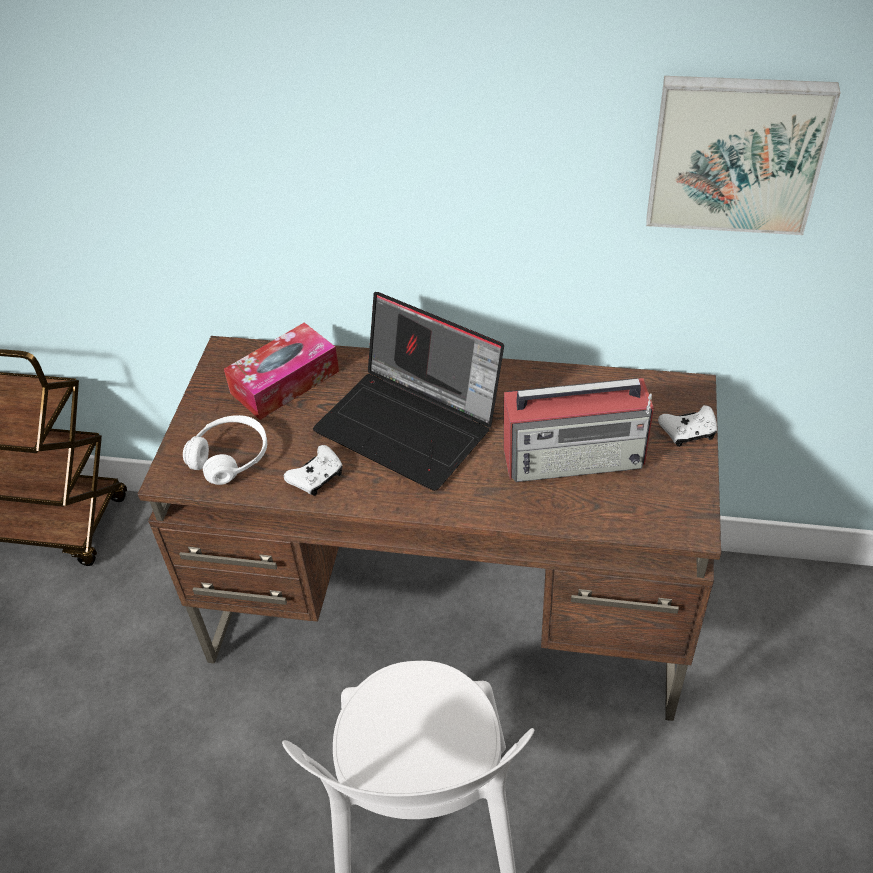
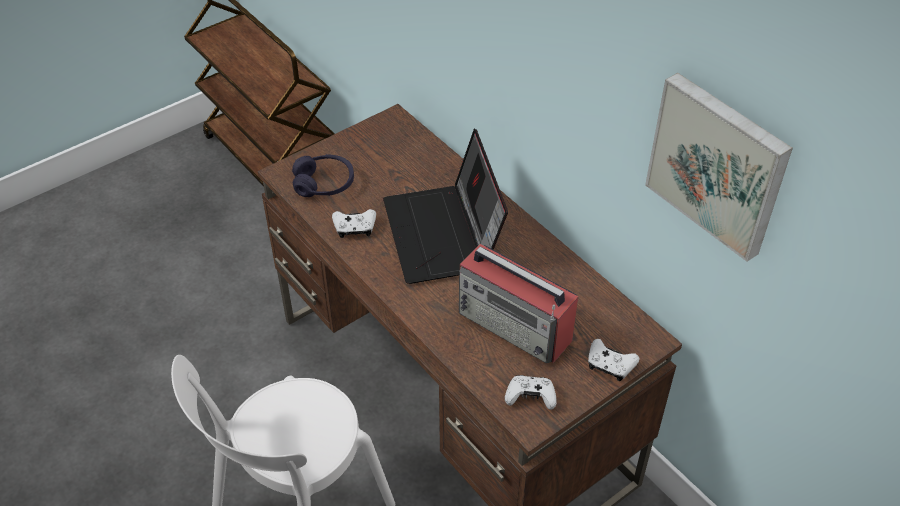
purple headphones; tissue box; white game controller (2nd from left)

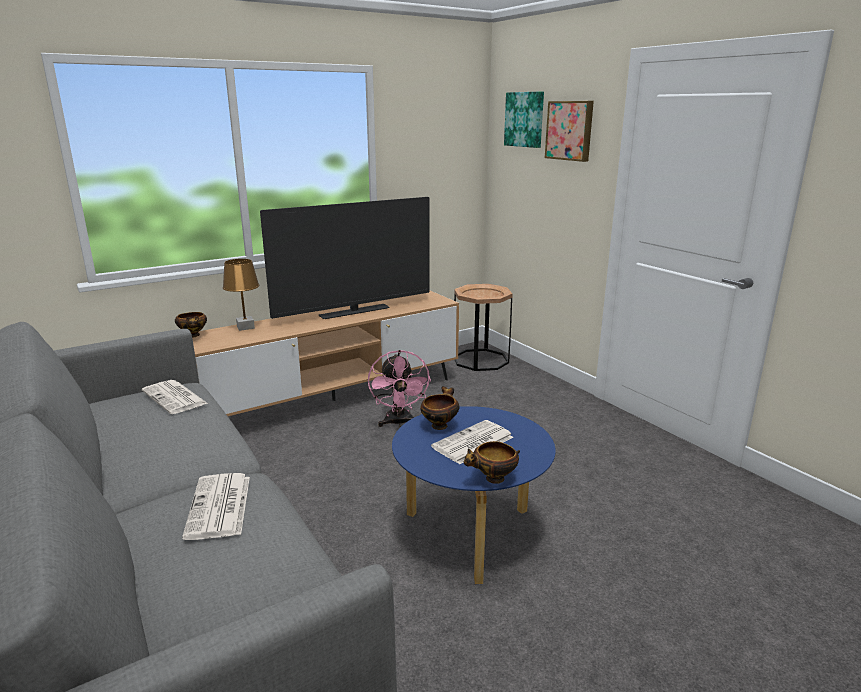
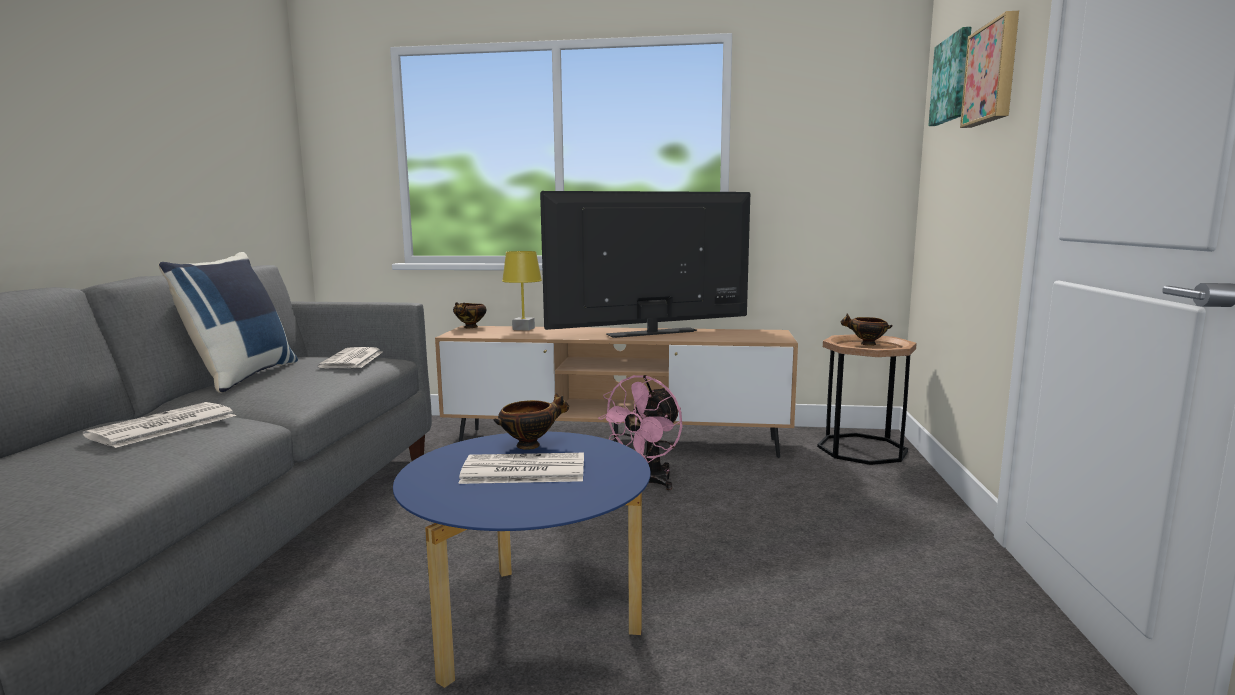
yellow table lamp; television; bowl (3rd from left); blue pillow

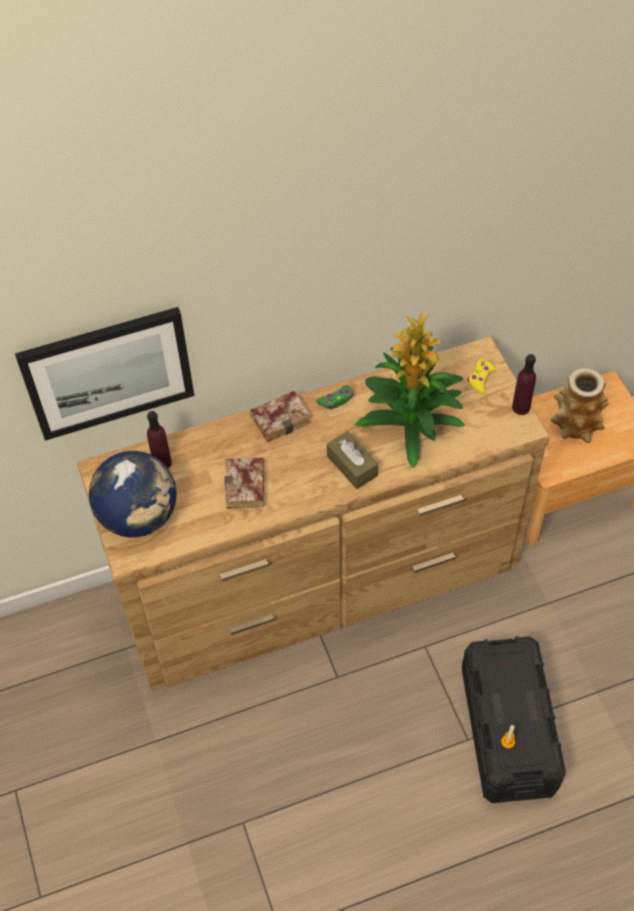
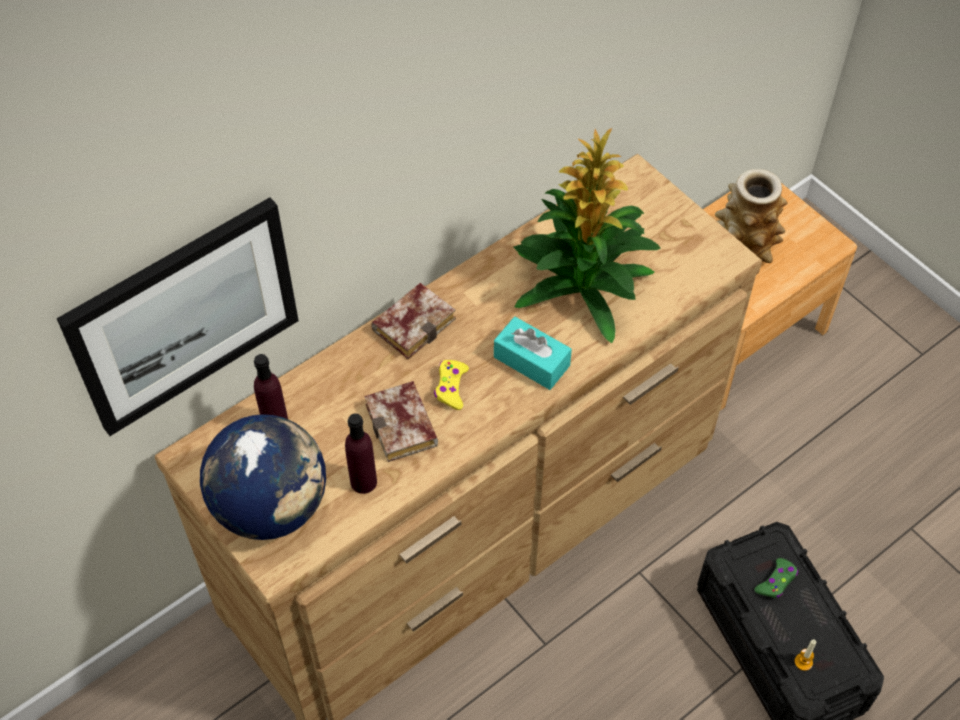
green game controller; turquoise tissue box; yellow game controller; purple bottle (2nd from left)

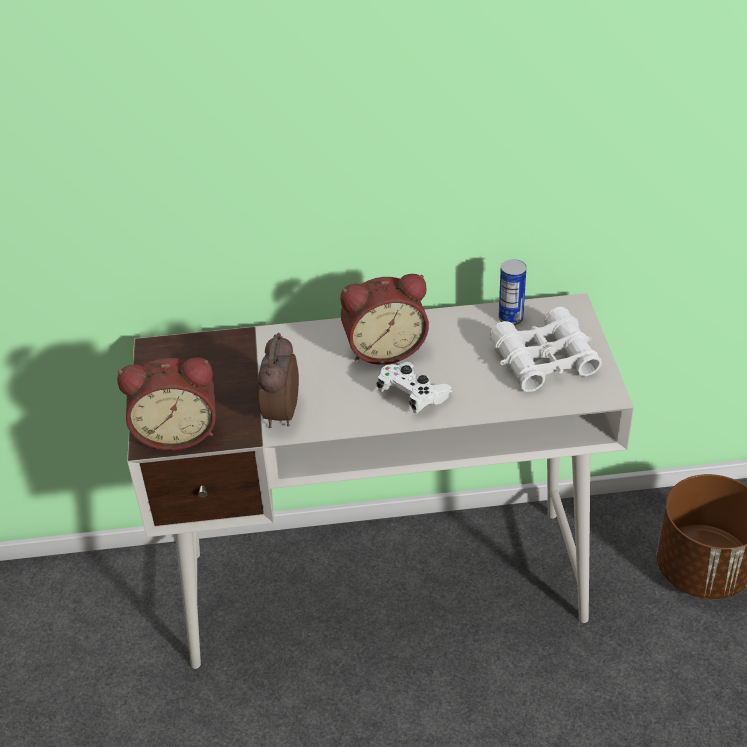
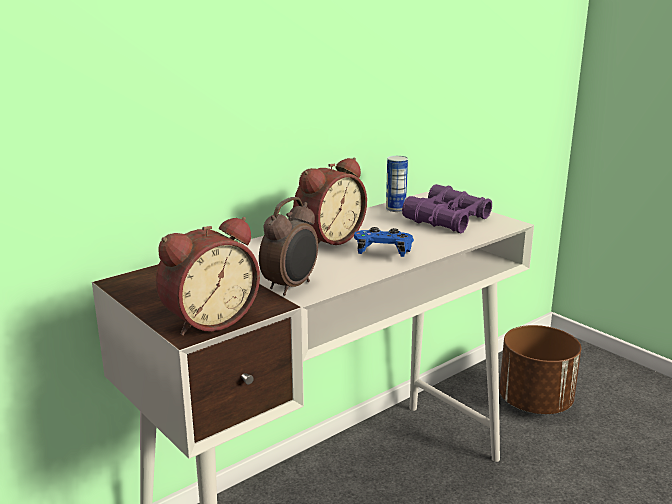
alarm clock (2nd from left); blue game controller; purple binoculars

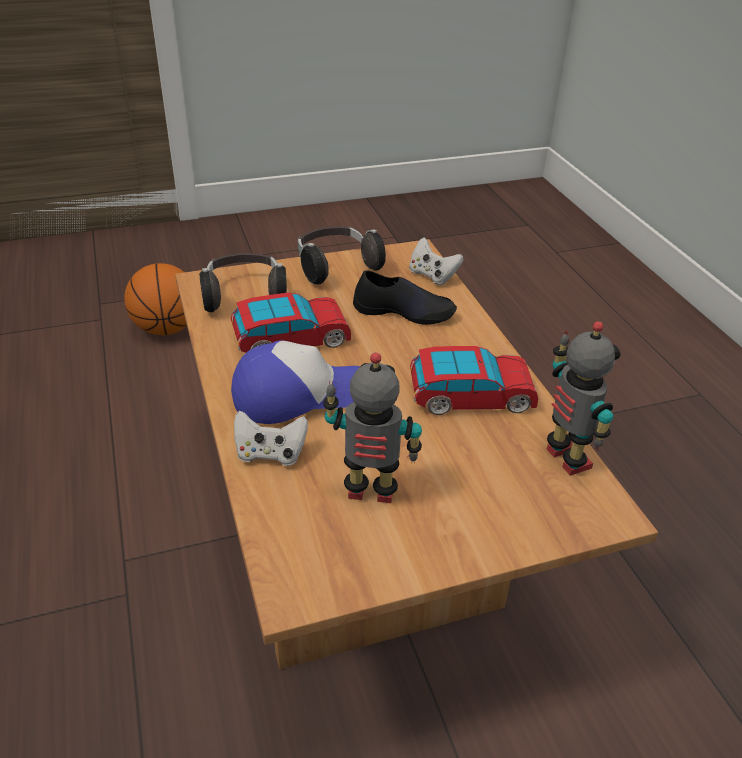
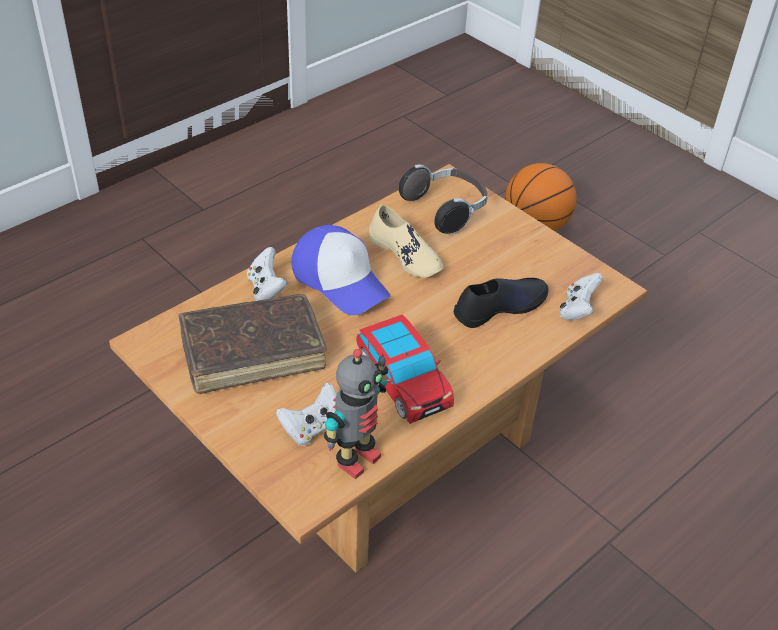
beige shoe; headphones (2nd from left in the first image); brown book; black shoe; white game controller (2nd from left)

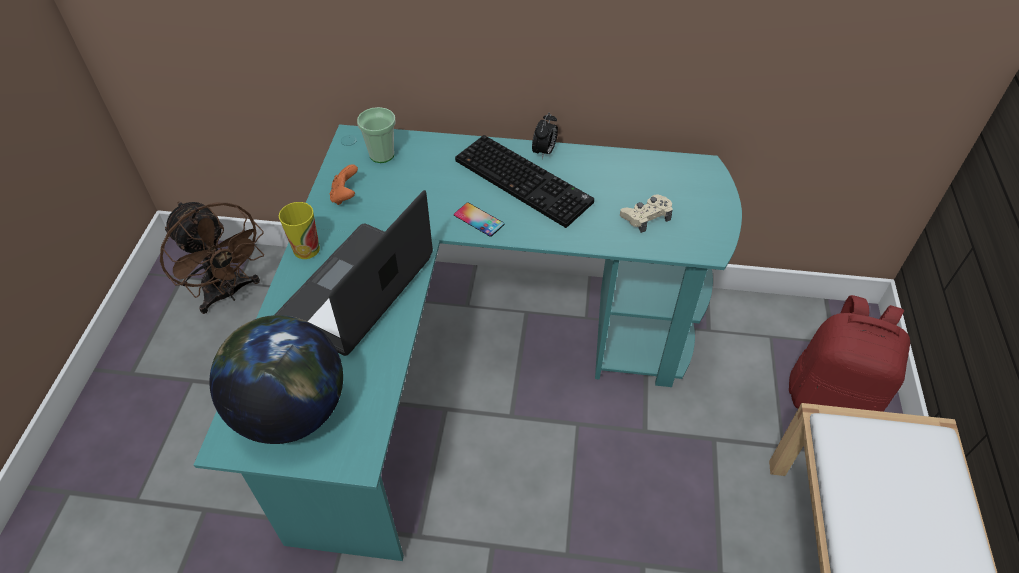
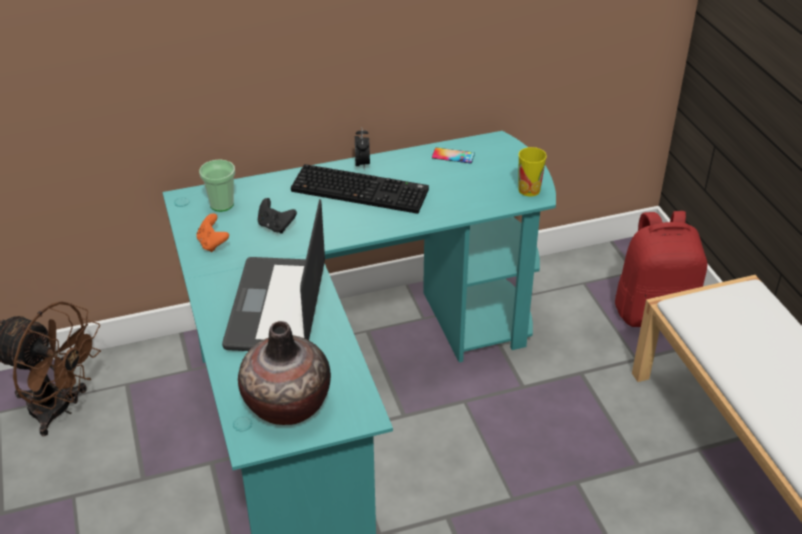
vase; cup (2nd from left); phone; beige game controller; black game controller

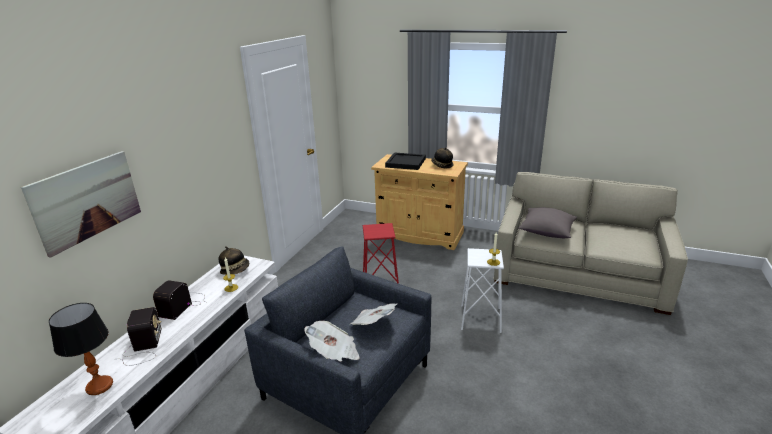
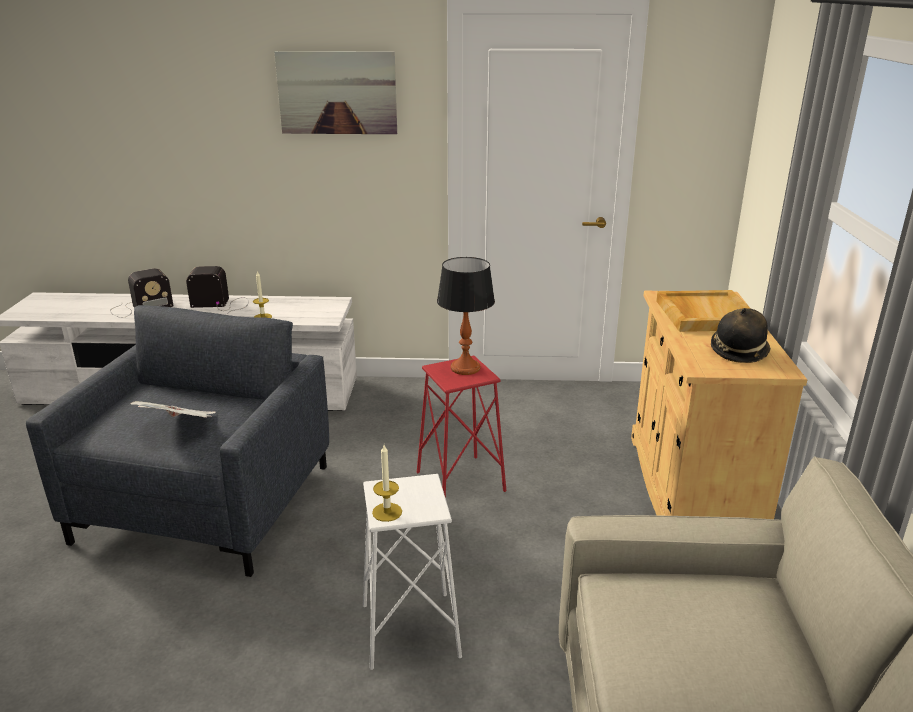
picture; table lamp; hat (1st from left in the first image); newspaper (1st from left in the first image); beige tray; grey pillow

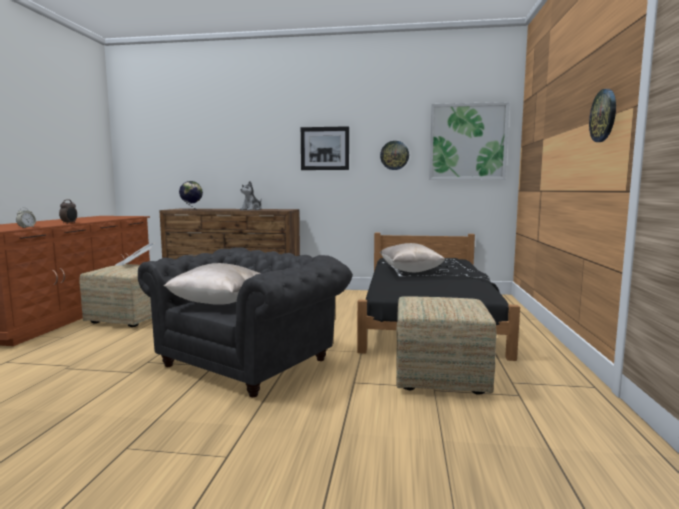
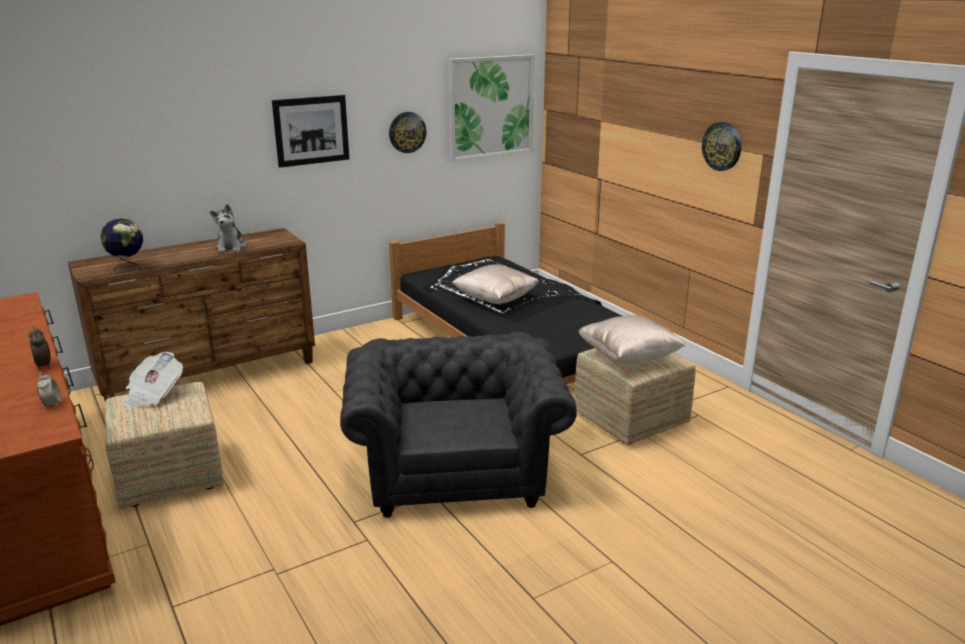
beige pillow (2nd from left)

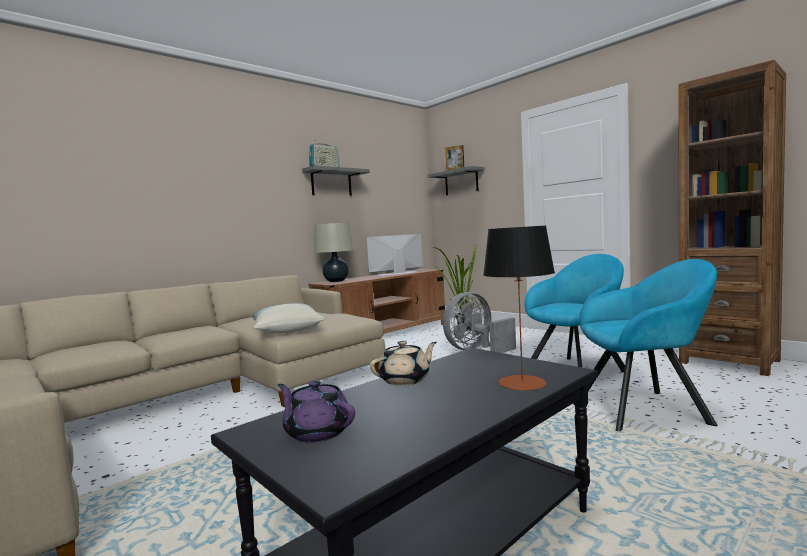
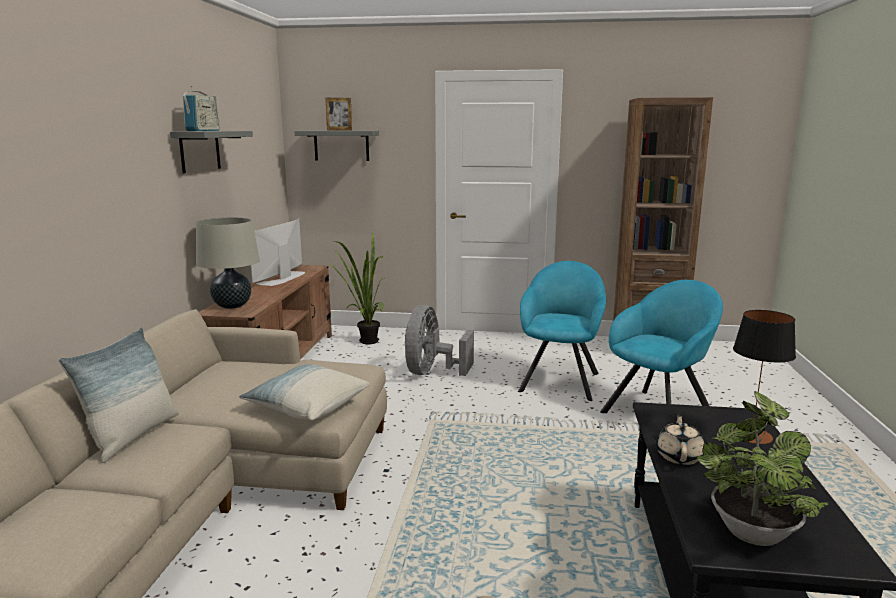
potted plant (2nd from left); pillow (1st from left)

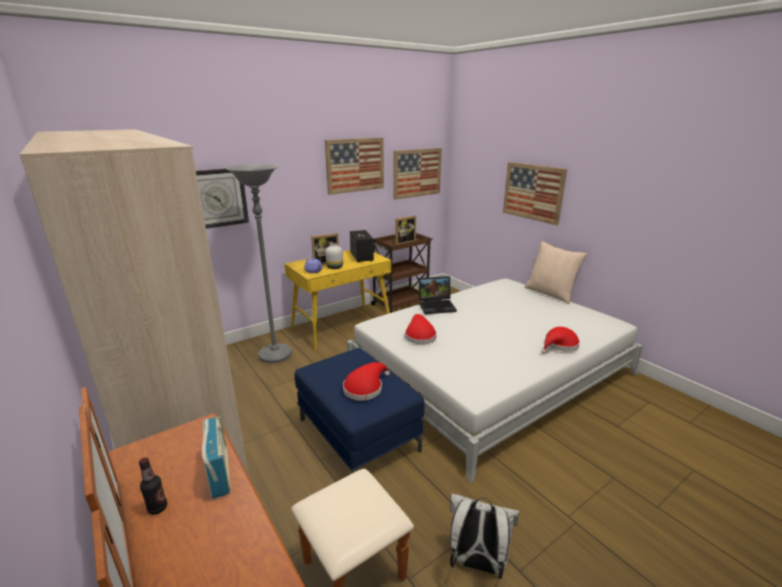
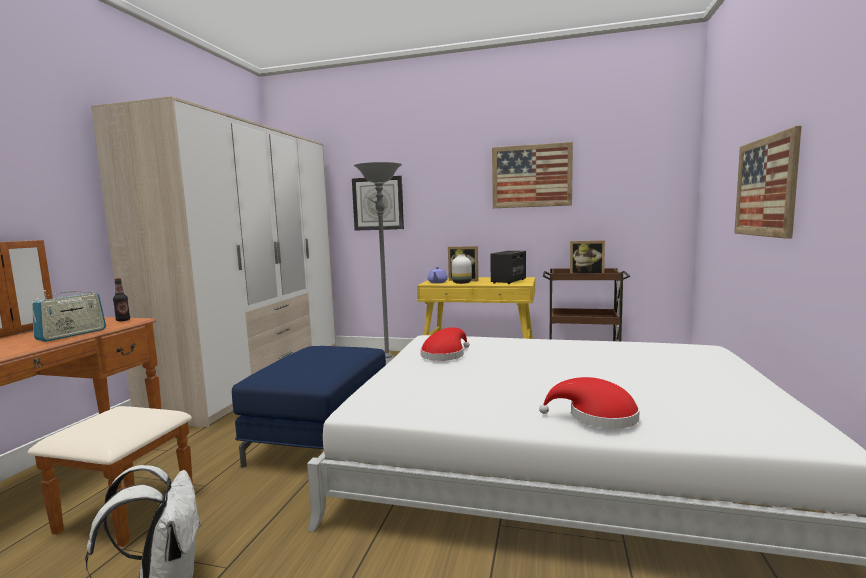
bottle; red hat (1st from left in the first image); picture (2nd from left in the first image); laptop; beige pillow

